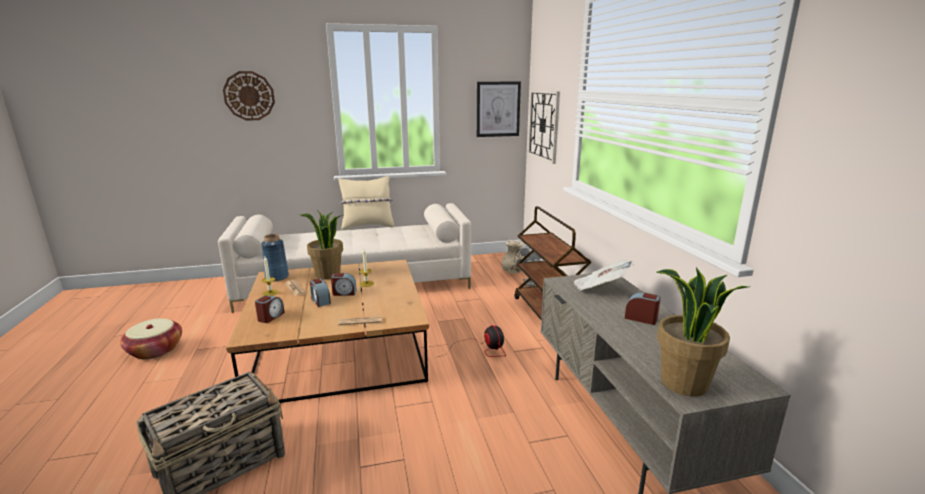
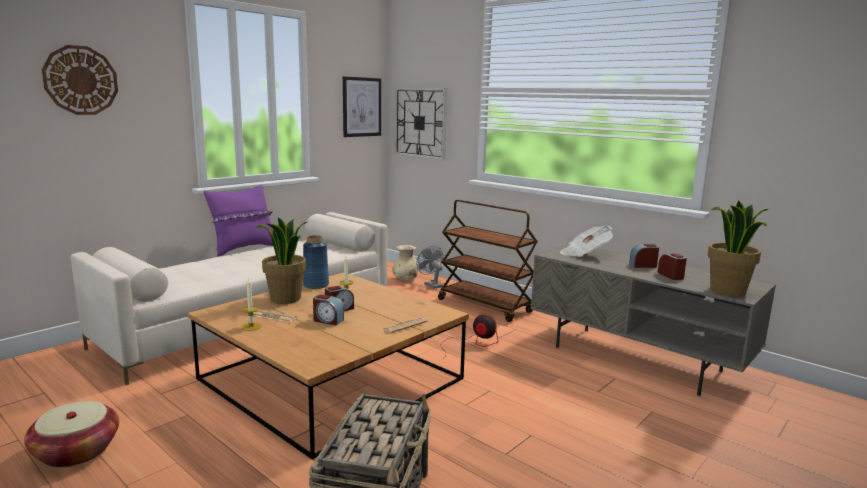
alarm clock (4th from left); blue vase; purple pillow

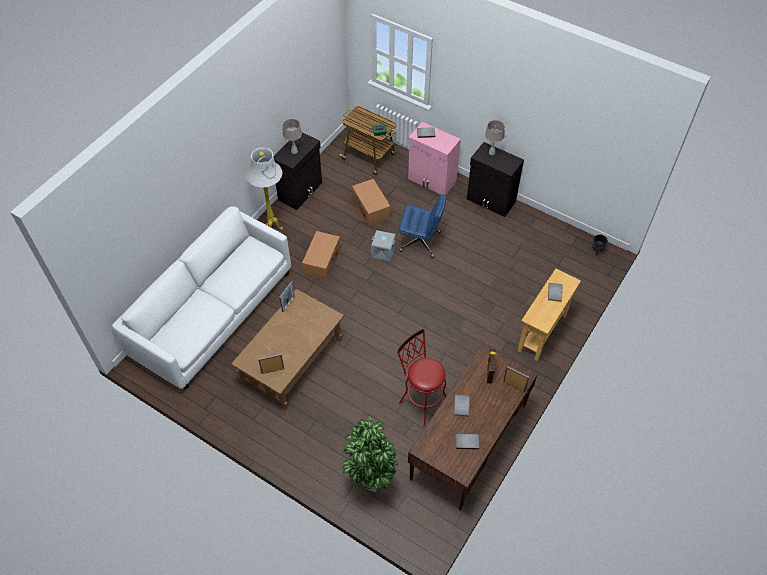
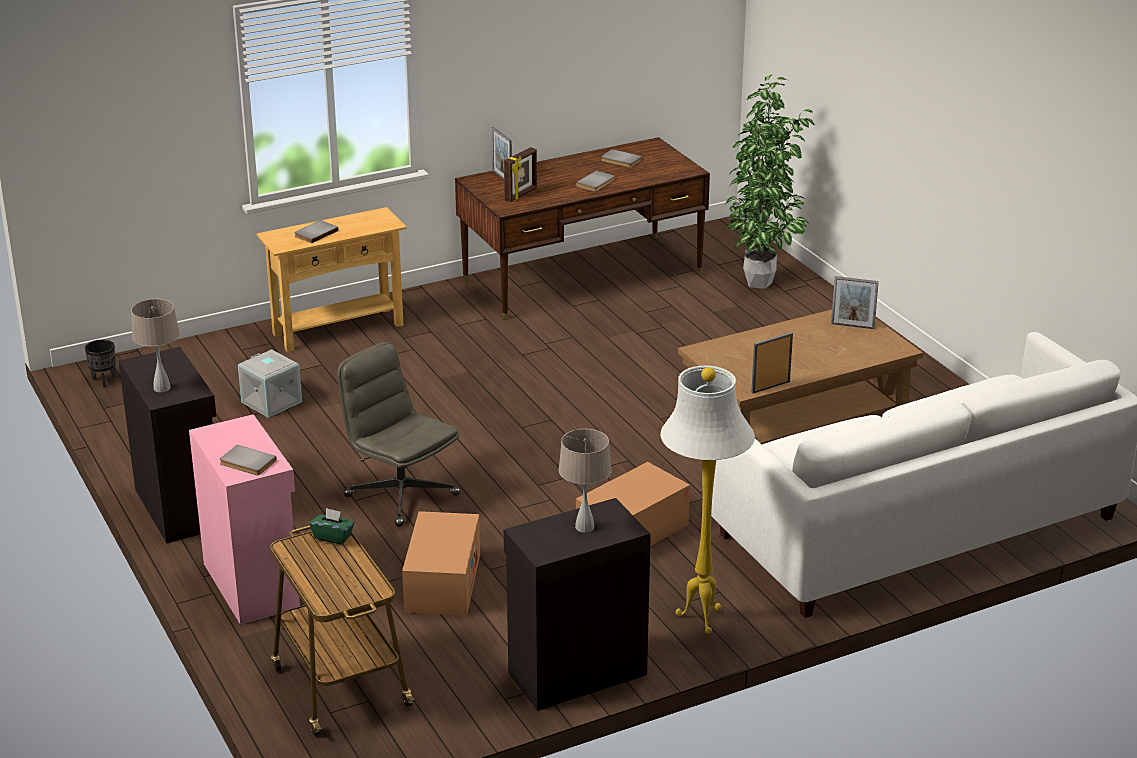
grey storage box; red stool; grey office chair

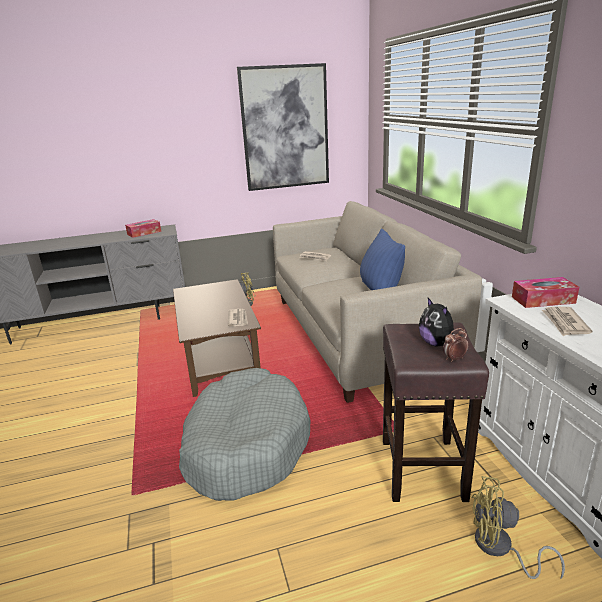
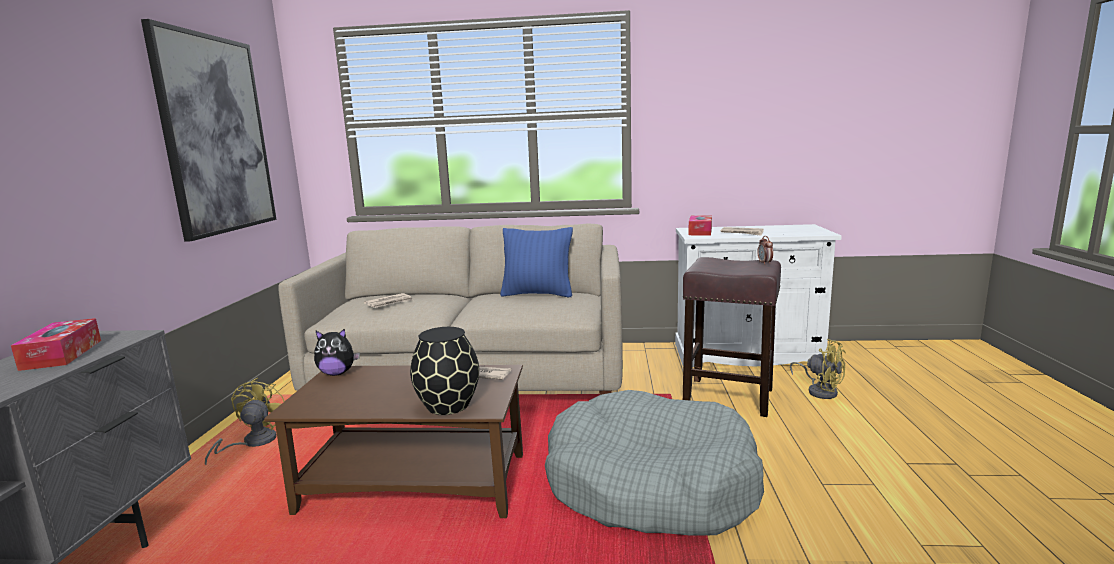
plush toy; yellow fan (2nd from left); black vase

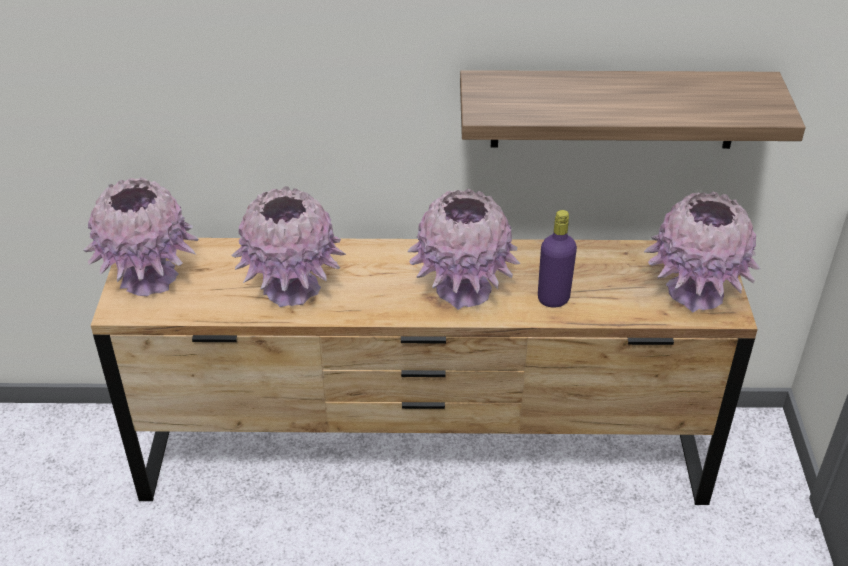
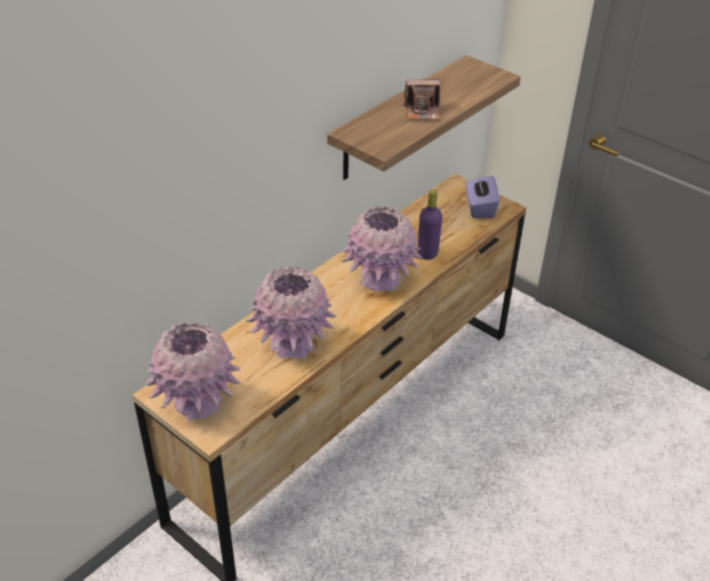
purple tissue box; photo camera

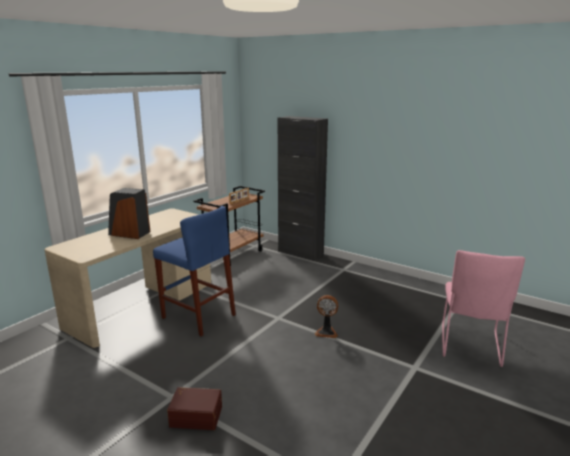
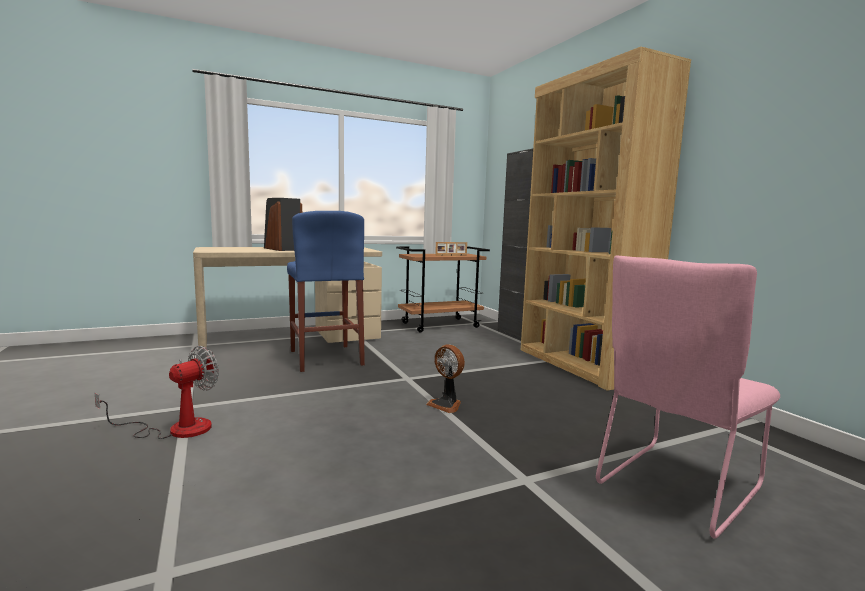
fan (1st from left); brown bookcase

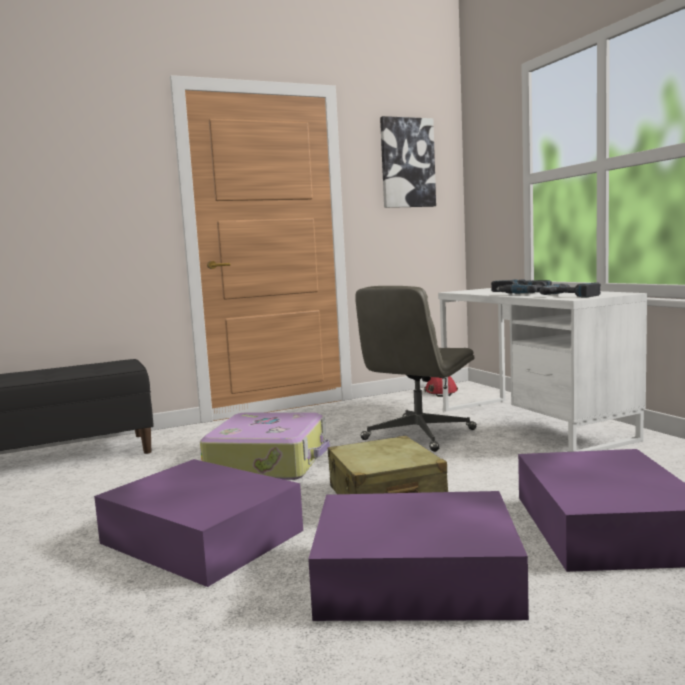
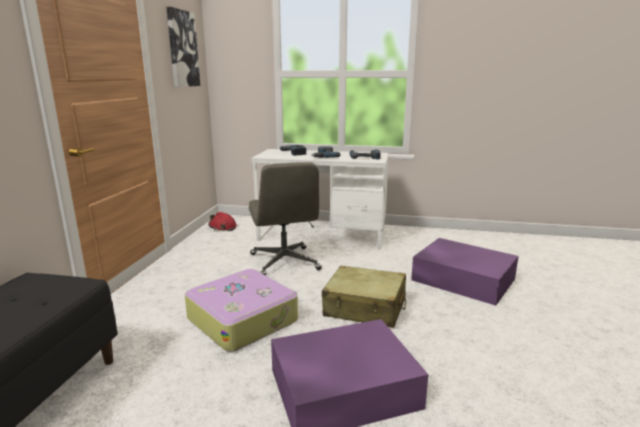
purple storage box (2nd from left in the first image)

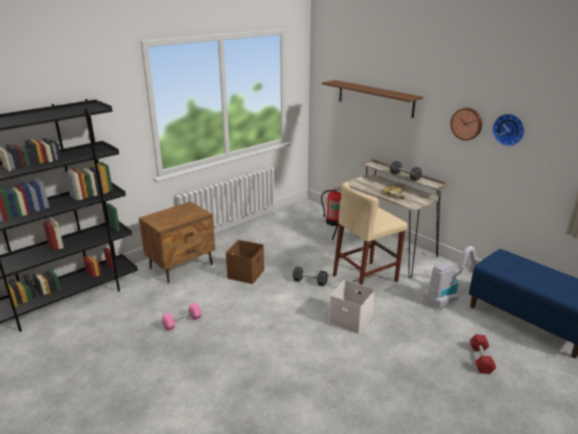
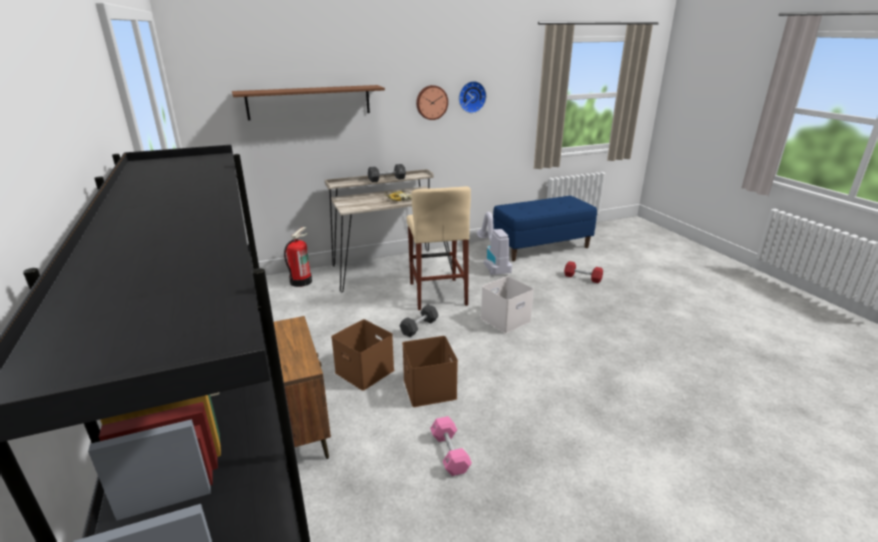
brown storage box (2nd from left)

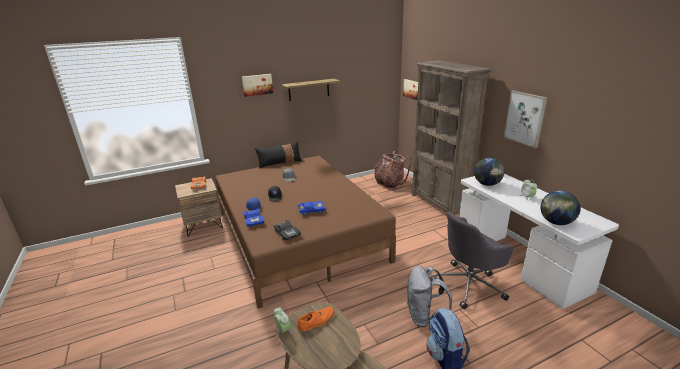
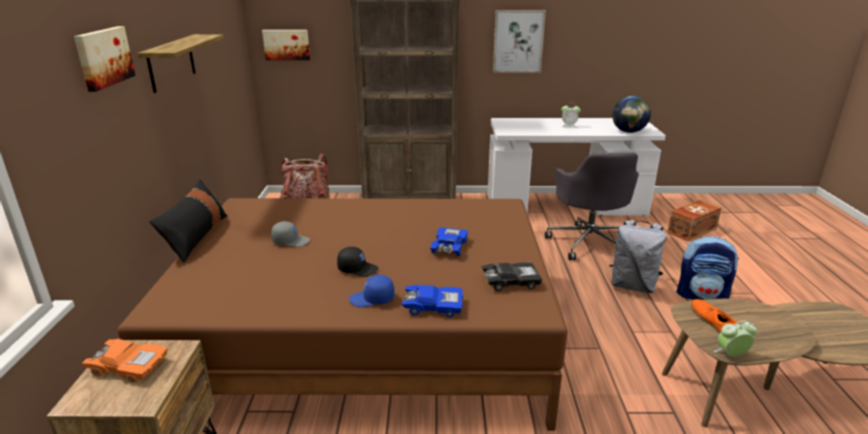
globe (1st from left in the first image); brown storage box

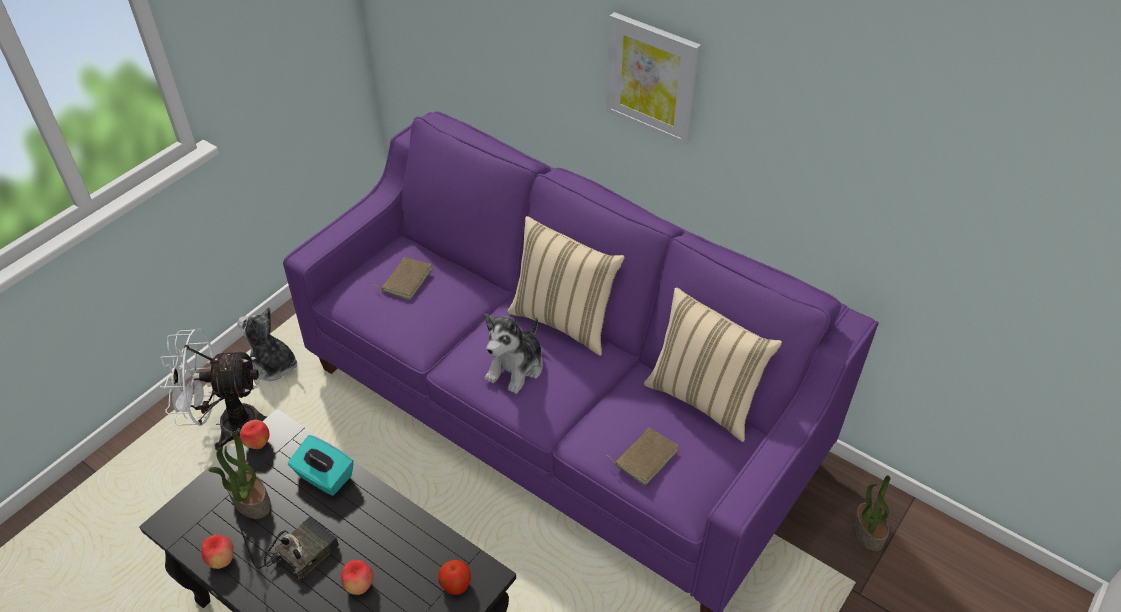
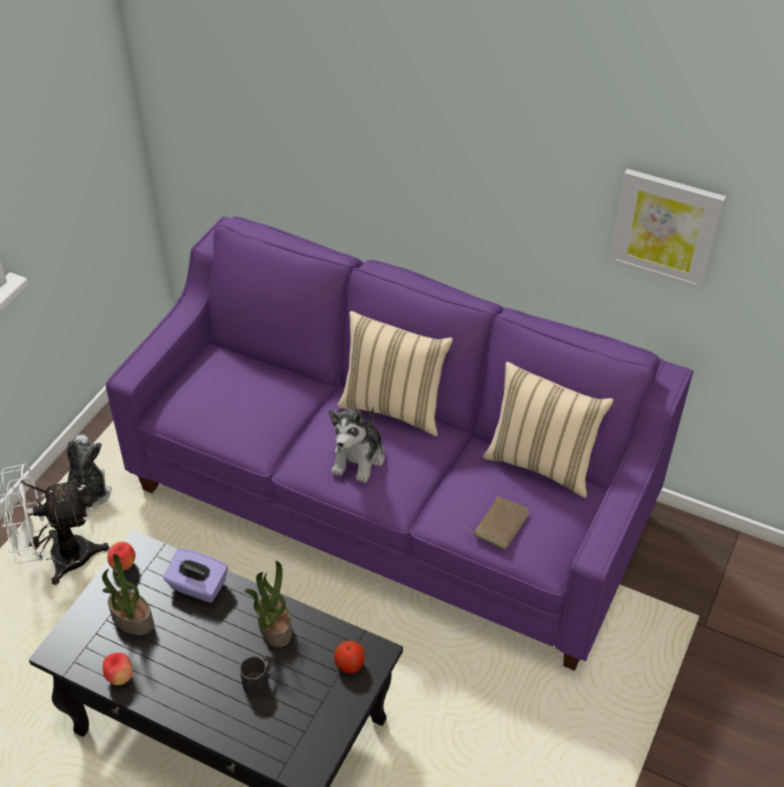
plush toy (1st from left); radio; purple tissue box; black mug; brown book (1st from left in the first image); picture; potted plant (2nd from left)

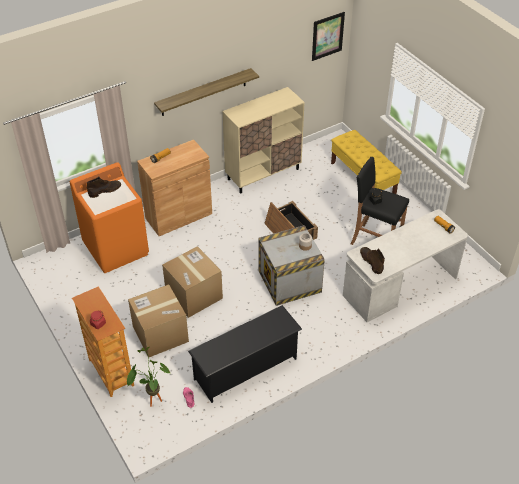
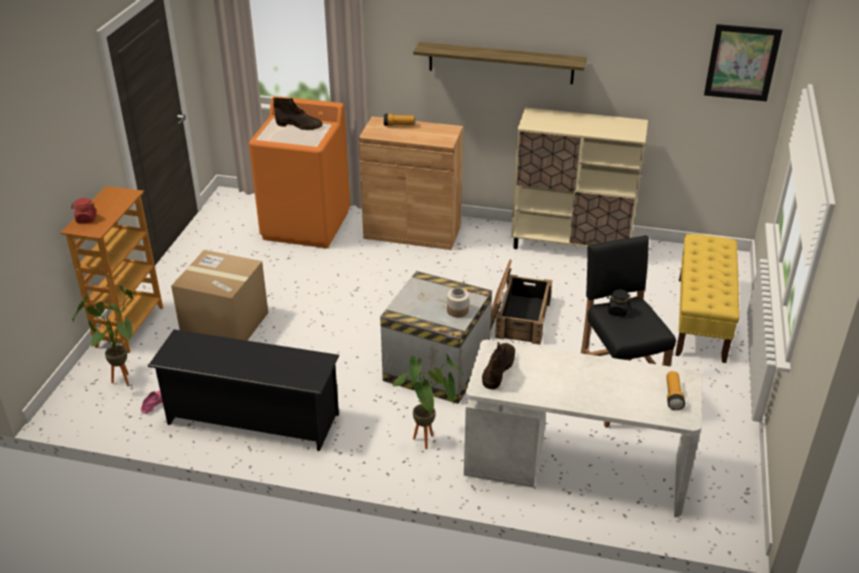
cardboard box (2nd from left in the first image); potted plant (2nd from left)

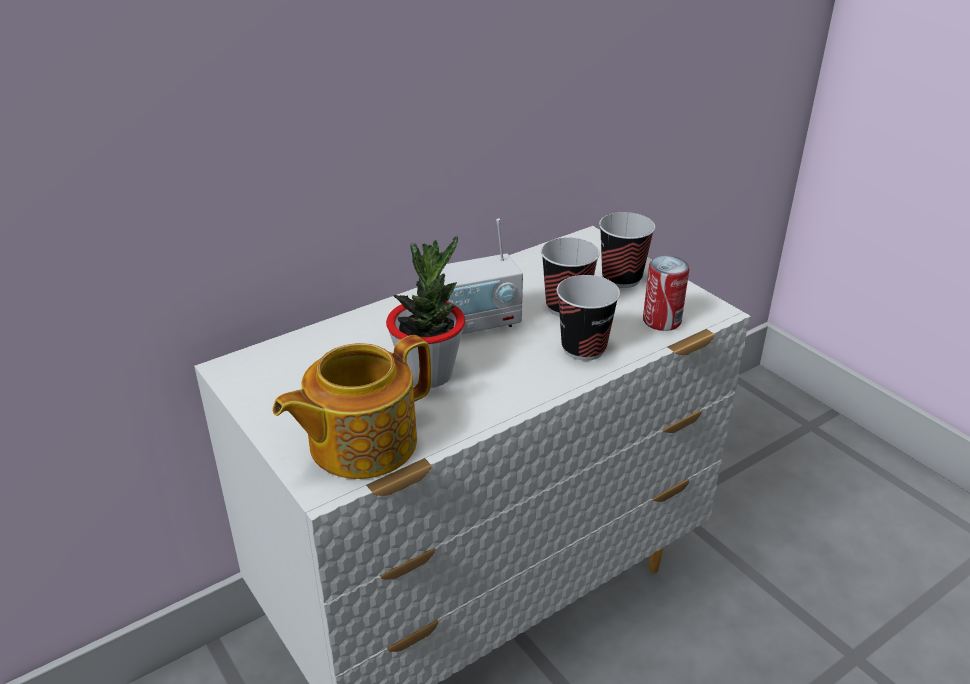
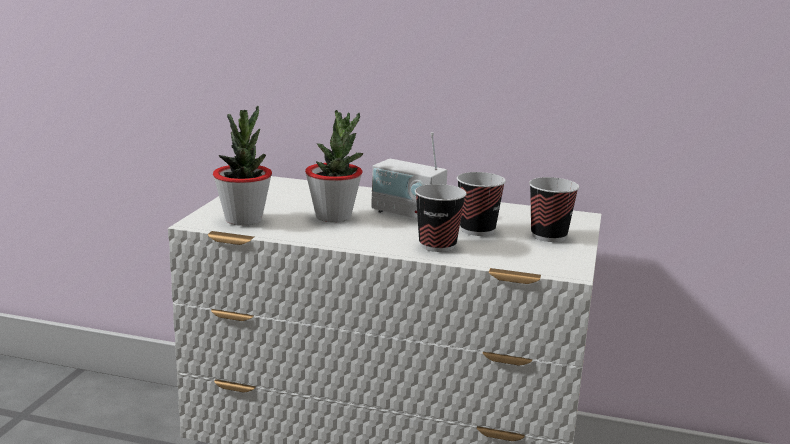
potted plant (1st from left); can

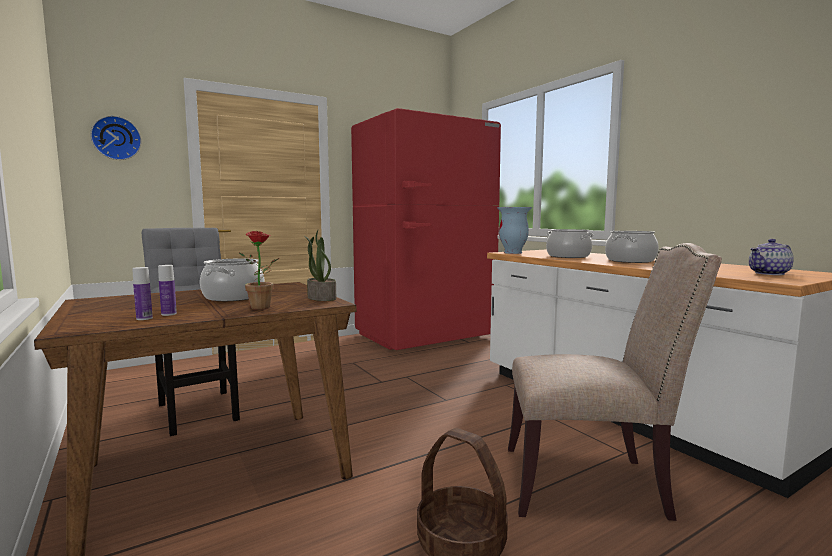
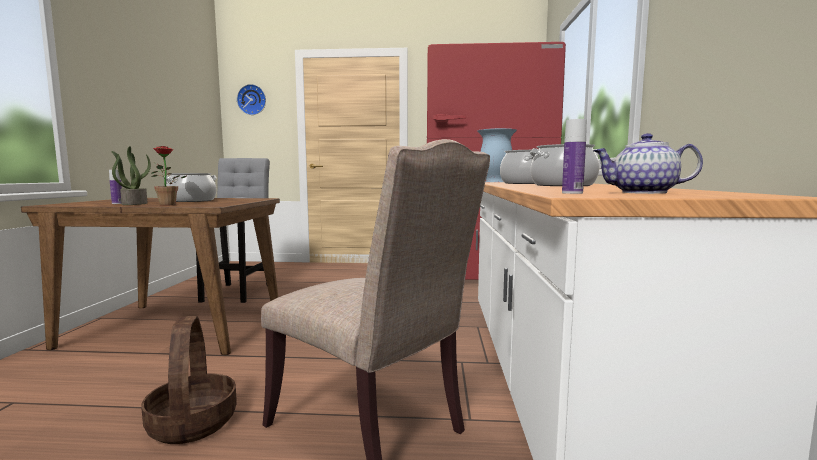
bottle (2nd from left); potted plant (1st from left)

